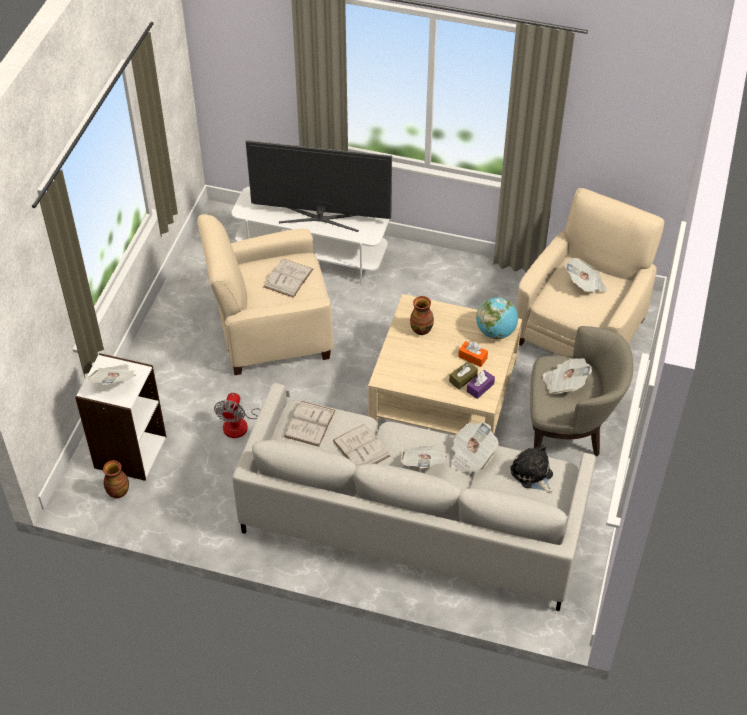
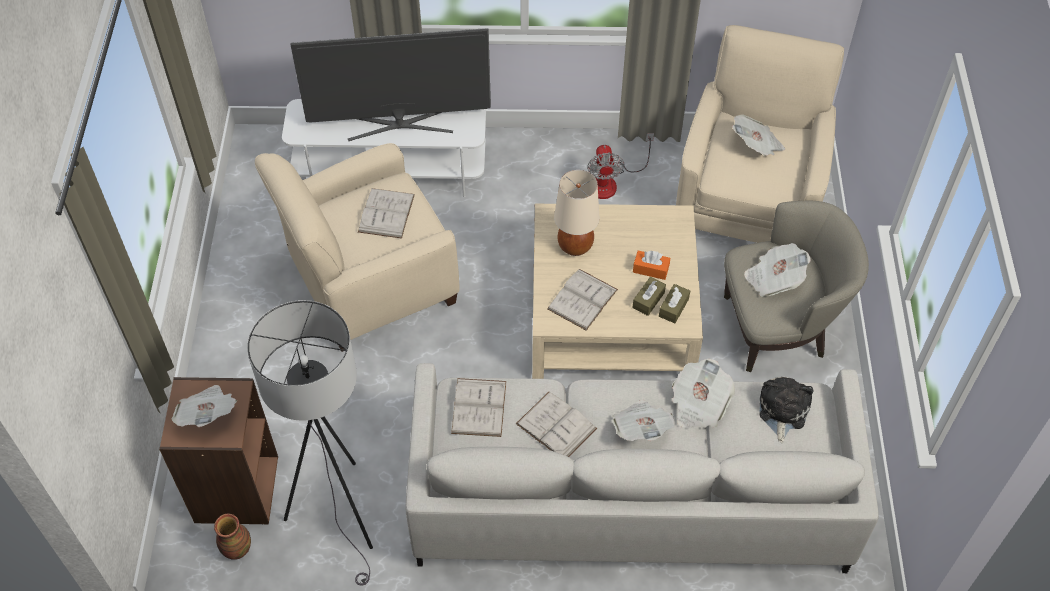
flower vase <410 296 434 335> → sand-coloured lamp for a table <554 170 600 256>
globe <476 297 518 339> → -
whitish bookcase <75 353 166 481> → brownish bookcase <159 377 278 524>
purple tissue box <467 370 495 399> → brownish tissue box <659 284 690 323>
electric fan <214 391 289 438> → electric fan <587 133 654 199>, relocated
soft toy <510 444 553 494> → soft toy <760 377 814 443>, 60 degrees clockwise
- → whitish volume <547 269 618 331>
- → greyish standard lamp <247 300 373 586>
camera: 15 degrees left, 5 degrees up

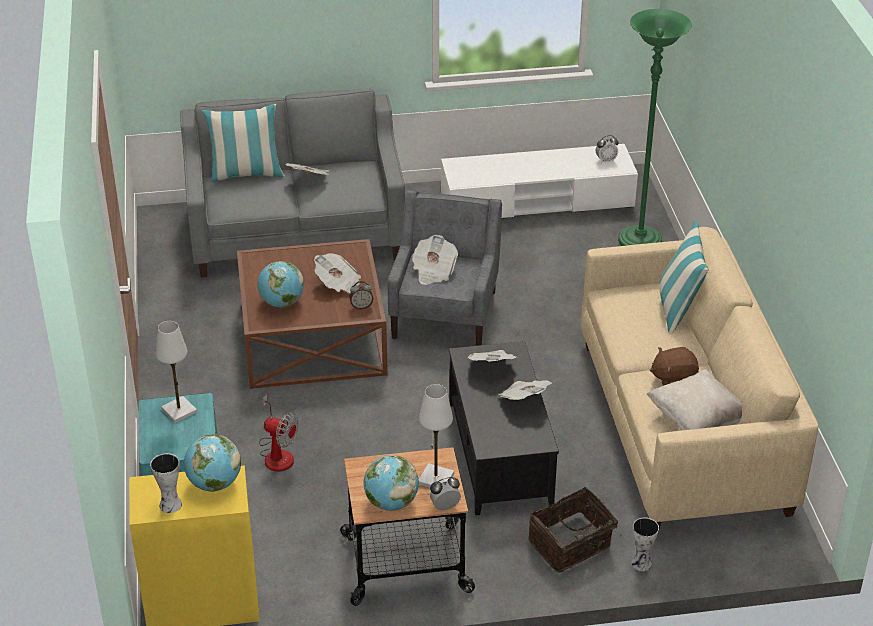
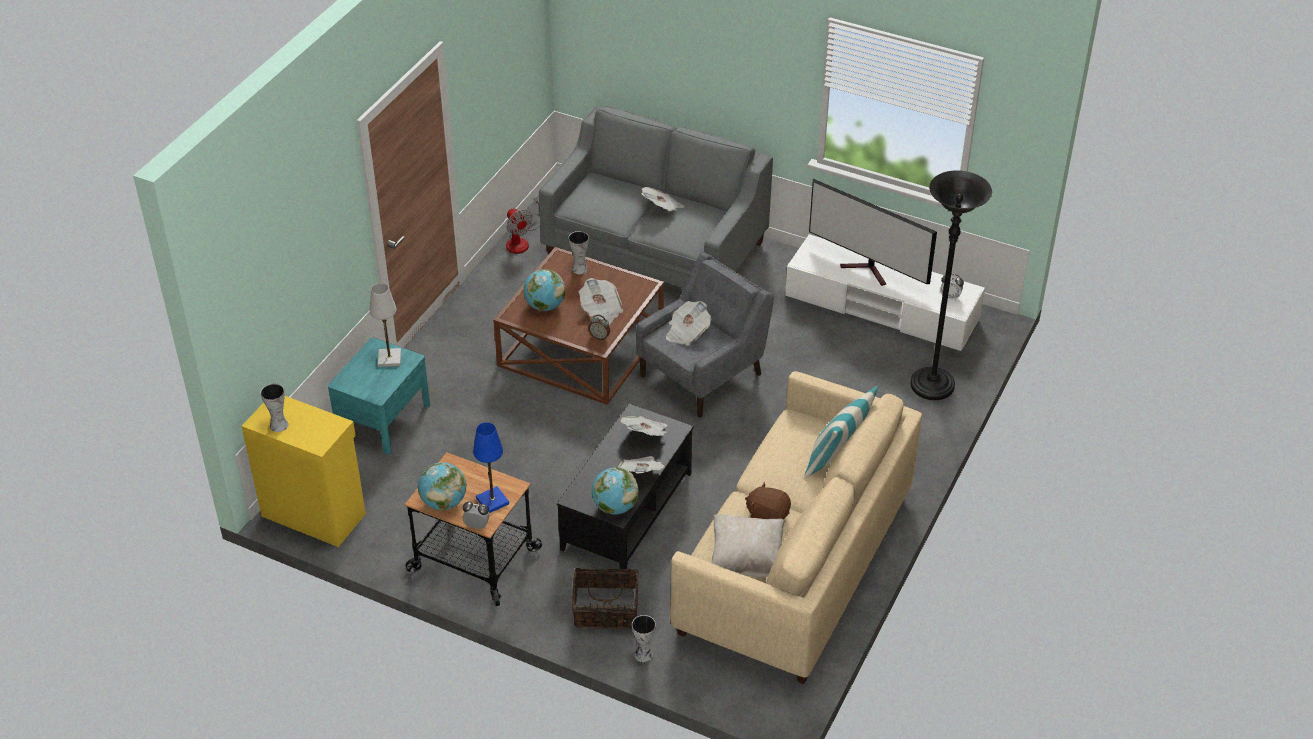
green-coloured standard lamp <618 9 692 246> → black-coloured standard lamp <910 170 992 400>
pillow <202 104 285 182> → -
whitish lamp for a table <419 384 454 488> → bluish lamp for a table <473 422 509 513>
electric fan <259 394 298 472> → electric fan <506 196 540 254>, relocated
globe <184 434 241 492> → globe <592 467 639 514>, relocated
- → TV <809 179 937 286>
- → flower vase <569 231 589 275>
camera: 35 degrees right, 5 degrees up

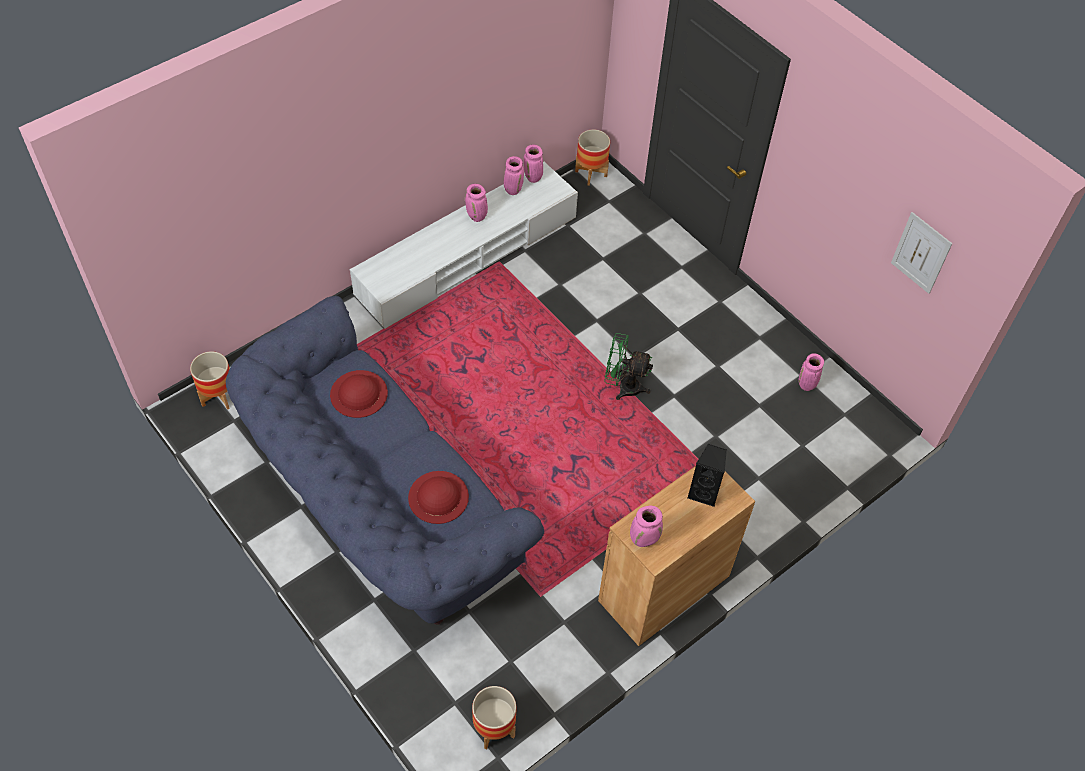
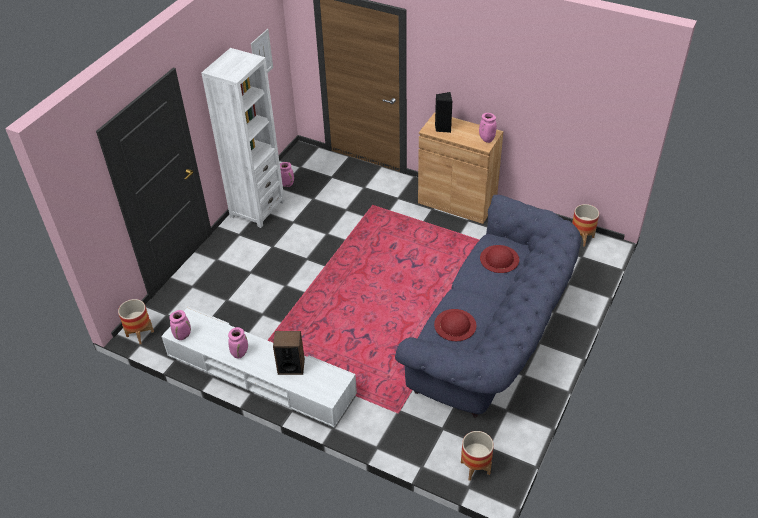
pink flower vase <504 156 524 195> → -
green-coloured electric fan <605 333 653 400> → -
- → whitish bookcase <202 48 285 228>
- → loudspeaker <273 331 305 375>
camera: 110 degrees left, 10 degrees down

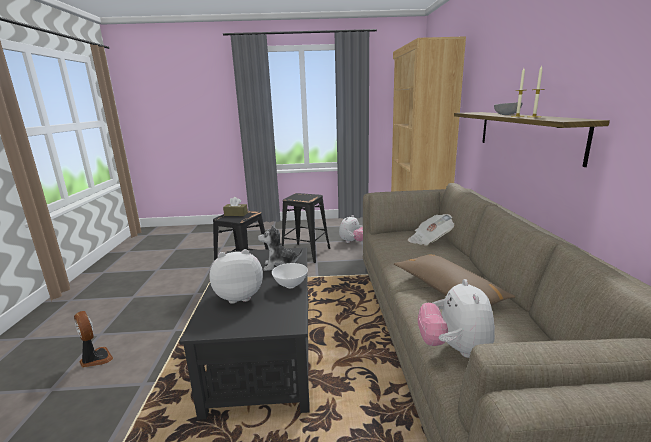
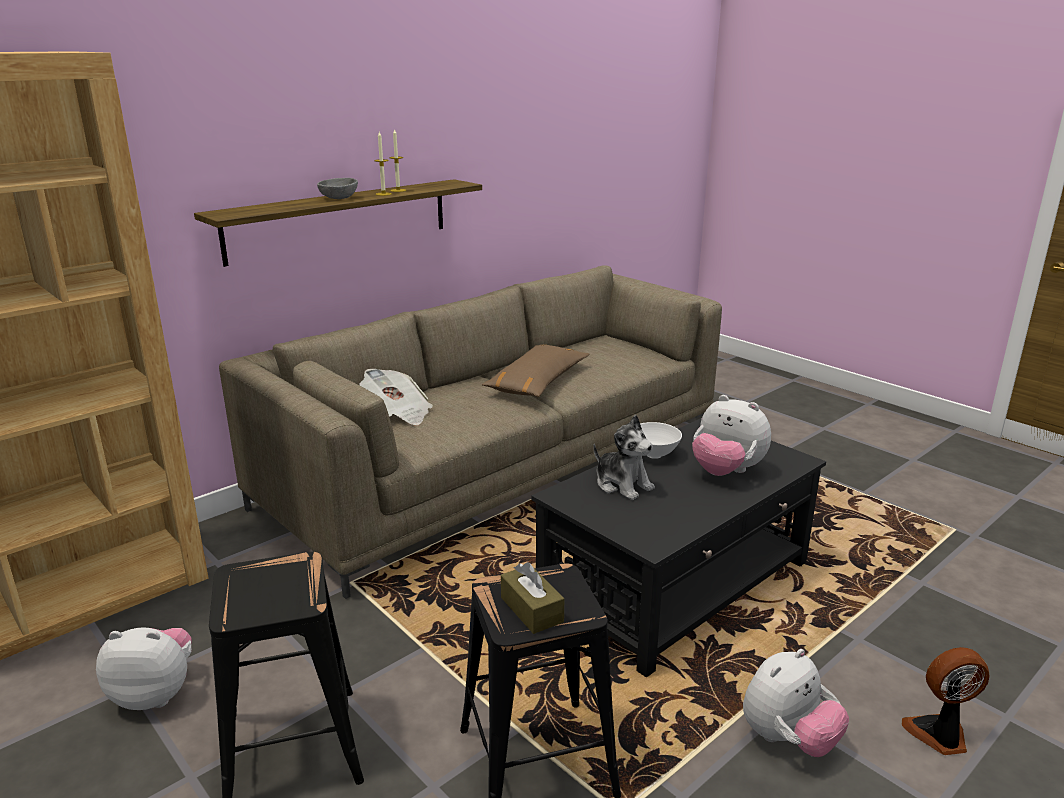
soft toy <418 279 495 358> → soft toy <743 649 849 757>, relocated
electric fan <74 311 113 368> → electric fan <902 647 989 755>, 75 degrees clockwise
camera: 130 degrees left, 5 degrees up

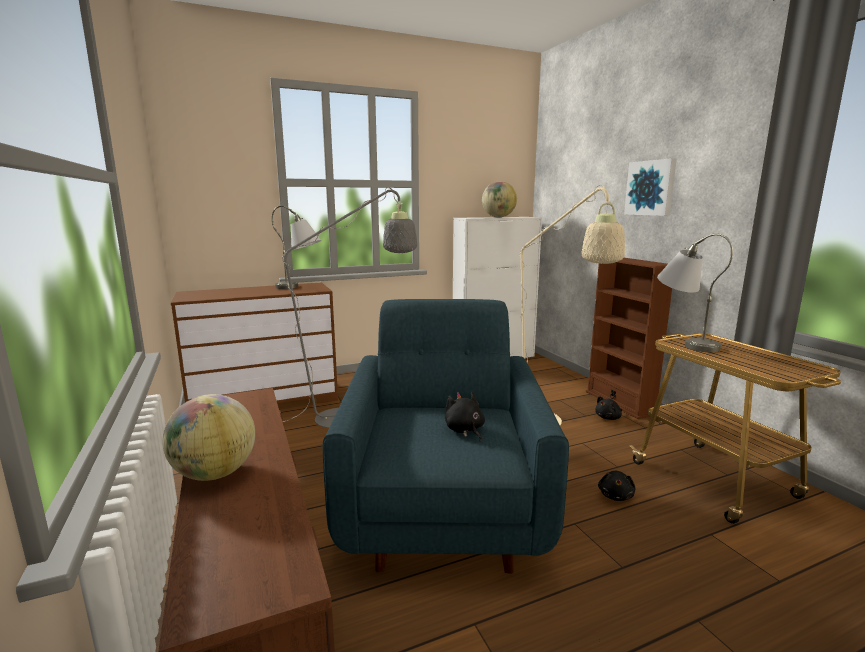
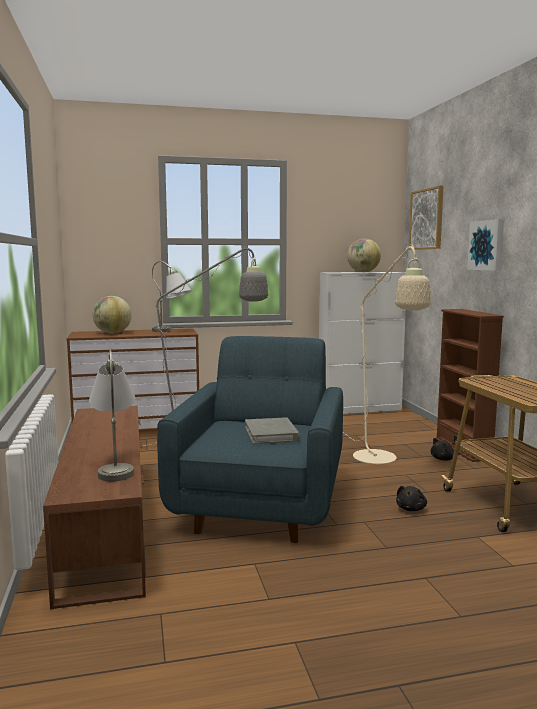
greyish lamp for a table <657 233 733 352> → greyish lamp for a table <89 350 135 482>, relocated
black-coloured soft toy <445 392 485 442> → greyish volume <245 417 300 445>
globe <162 394 255 481> → globe <92 296 132 334>, relocated
- → picture <409 185 443 250>
camera: 10 degrees right, 5 degrees down

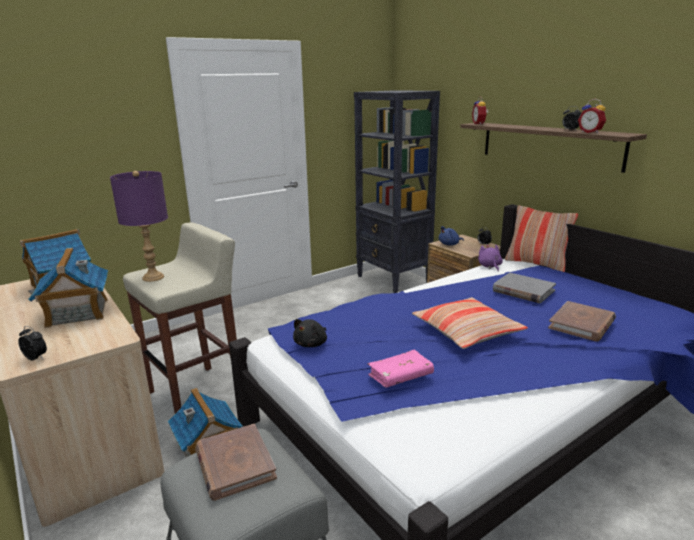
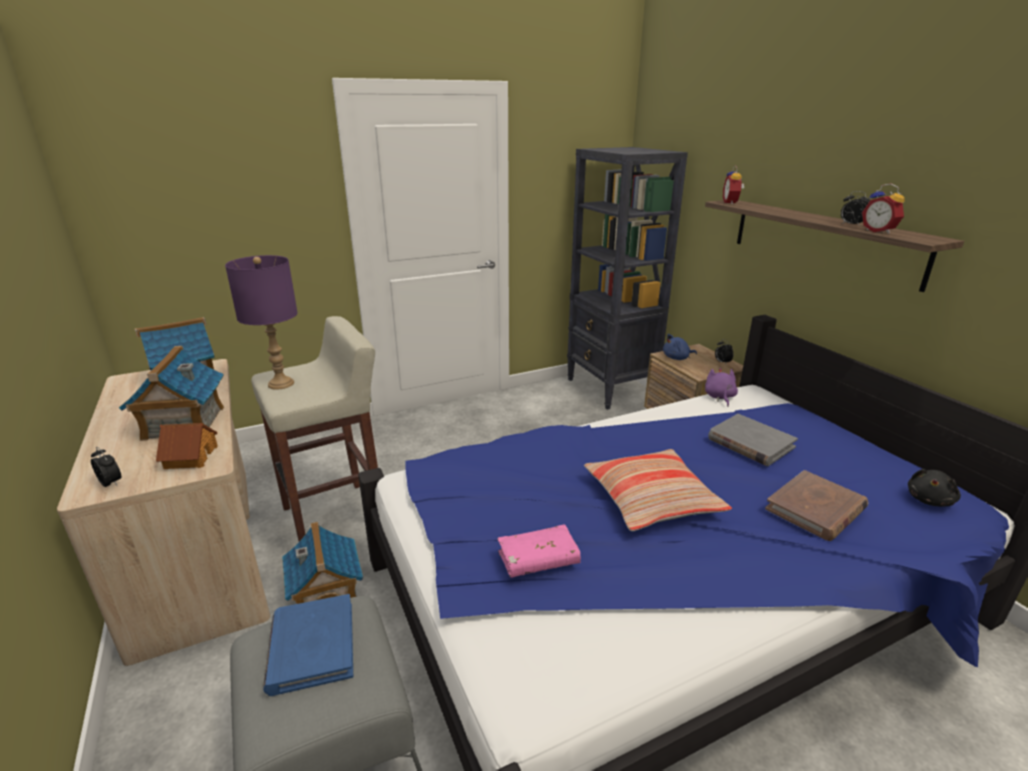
pillow <505 205 578 272> → -
black-coloured soft toy <293 319 327 347> → black-coloured soft toy <908 469 961 507>, relocated
brownish volume <195 424 277 501> → bluish volume <263 594 353 696>
- → toy house <156 423 218 469>
camera: 10 degrees right, 5 degrees up

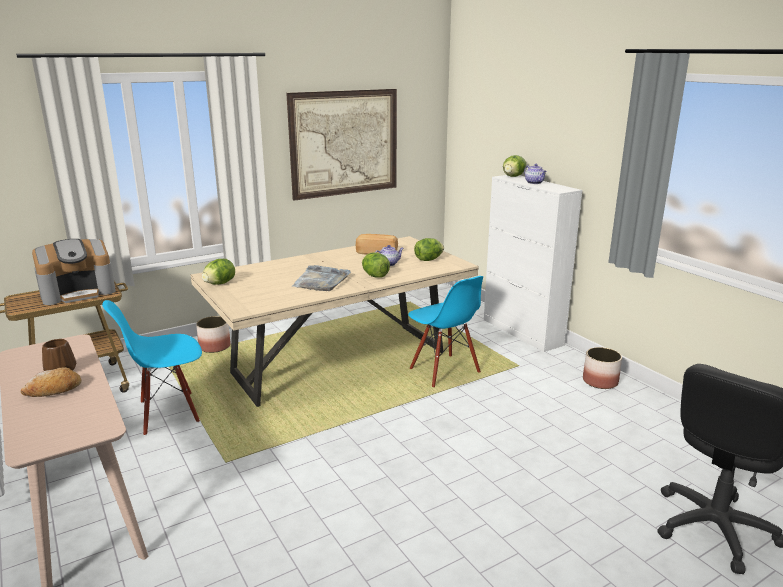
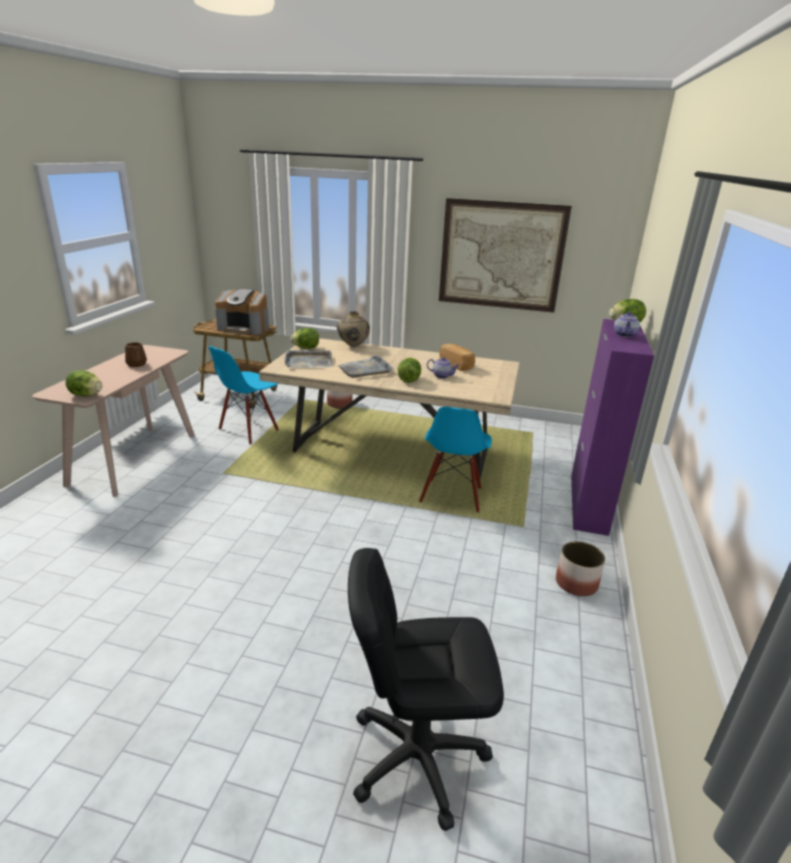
whitish cabinet <484 175 582 352> → purple cabinet <571 319 654 536>
lettuce head <414 238 444 261> → lettuce head <65 370 103 396>, relocated
bluish plain chair <102 300 202 436> → bluish plain chair <208 346 279 445>, 75 degrees counterclockwise
bread <21 367 82 397> → -
- → sand-coloured flower vase <337 311 370 347>
- → greyish serving tray <284 350 332 368>
camera: 45 degrees right, 5 degrees up

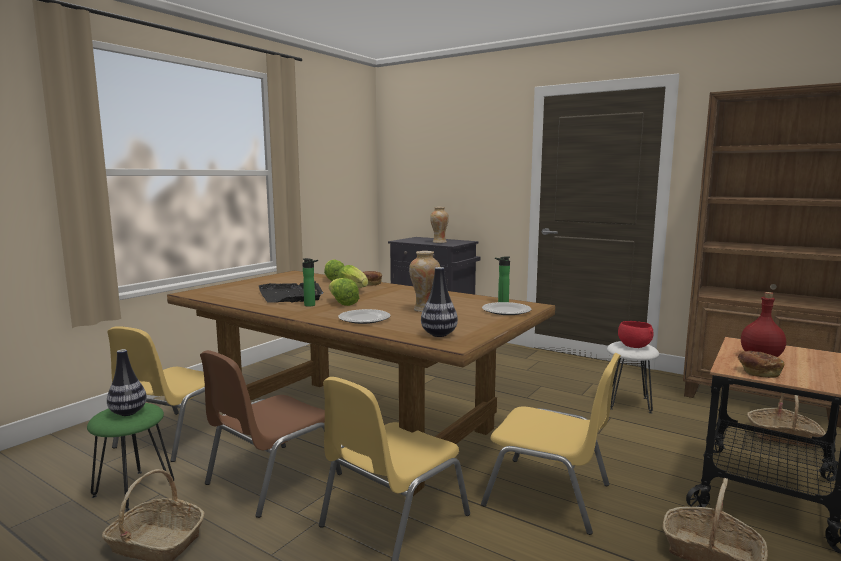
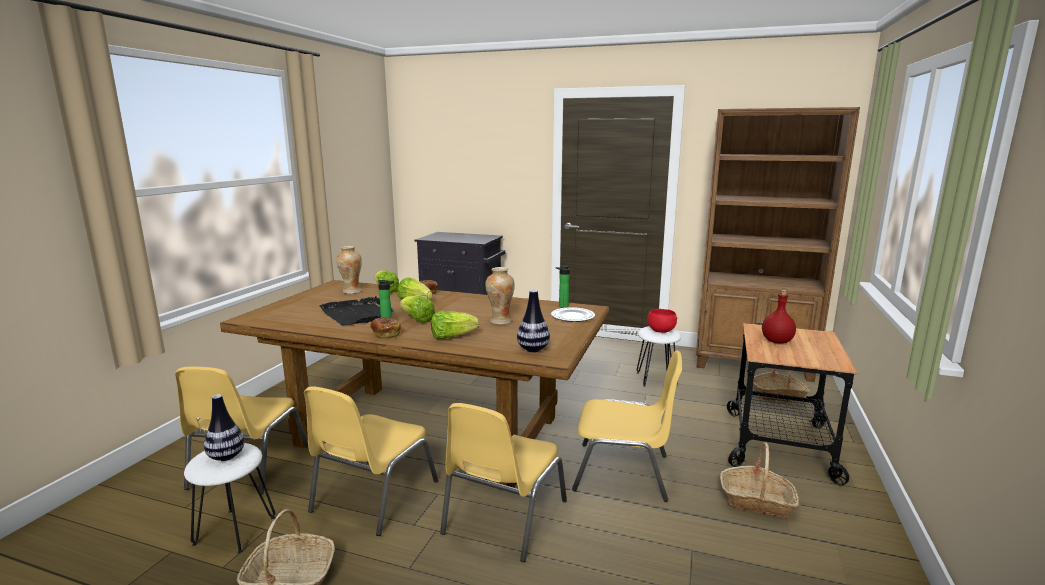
flower vase <430 207 449 243> → flower vase <336 246 362 294>, relocated
plate <338 309 391 324> → lettuce head <431 311 479 339>
brownish plain chair <200 350 342 518> → yellow-coloured plain chair <304 386 438 536>
bread <738 351 784 378> → bread <370 317 401 338>, relocated
green-coloured stool <87 403 174 512> → whitish stool <184 443 275 553>
camera: 15 degrees left, 5 degrees up

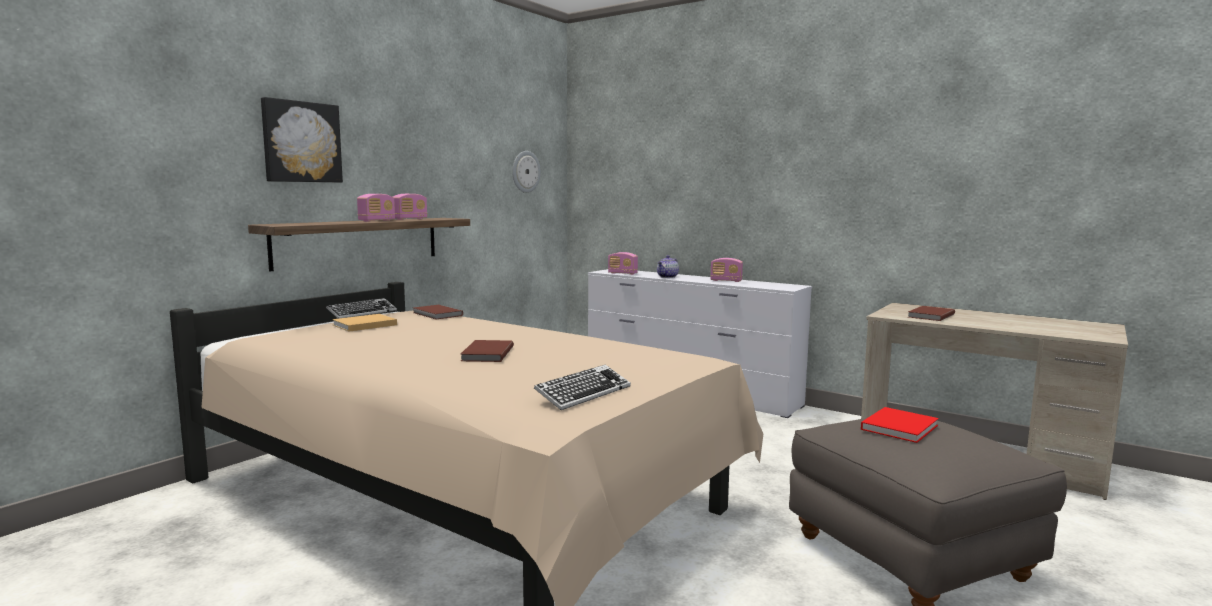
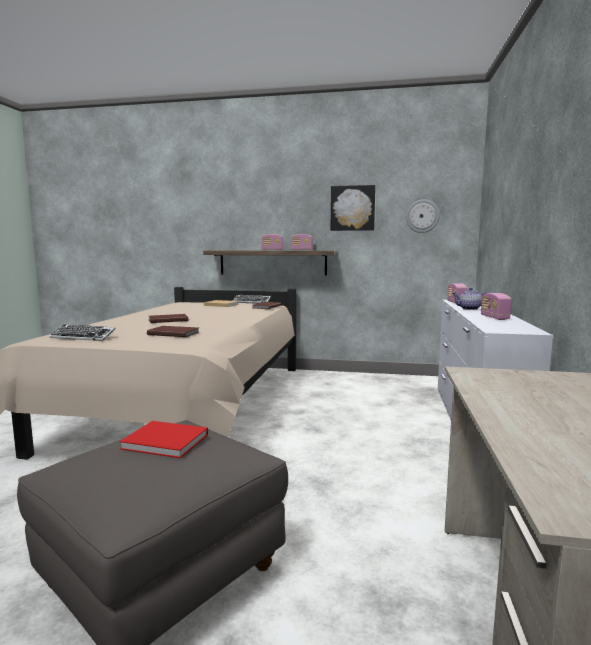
picture <261 97 343 183> → picture <331 185 375 231>, relocated
brownish volume <908 306 955 321> → brownish volume <147 326 199 337>, relocated
camera: 65 degrees right, 0 degrees up

